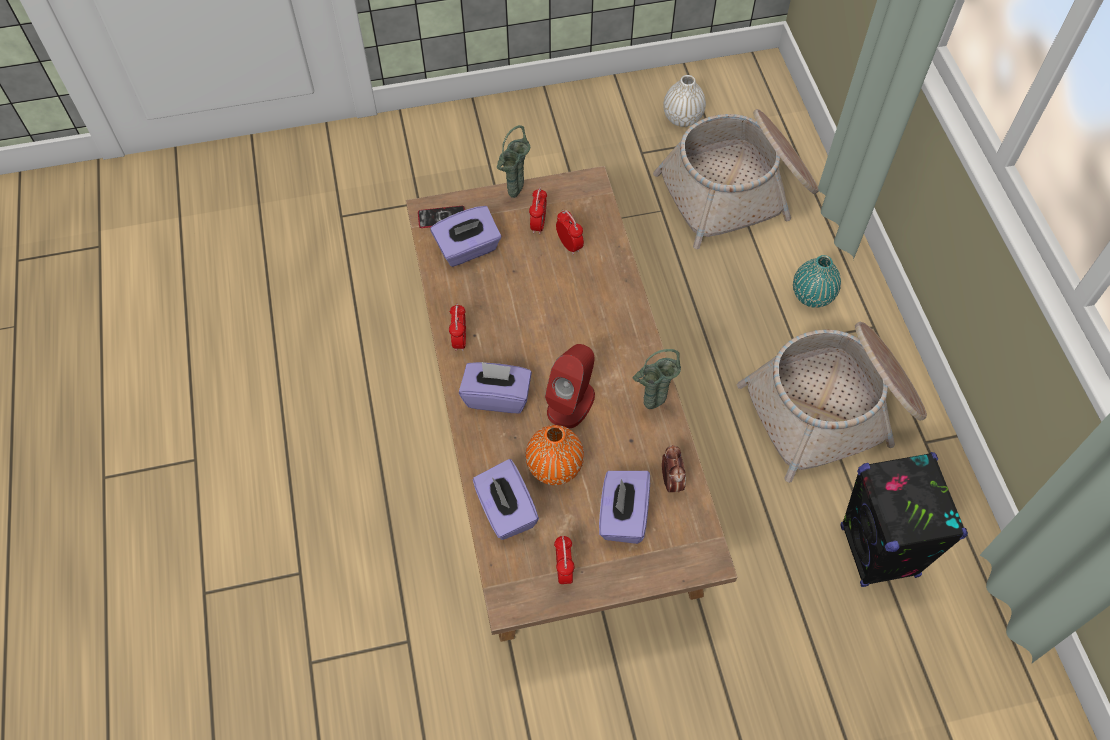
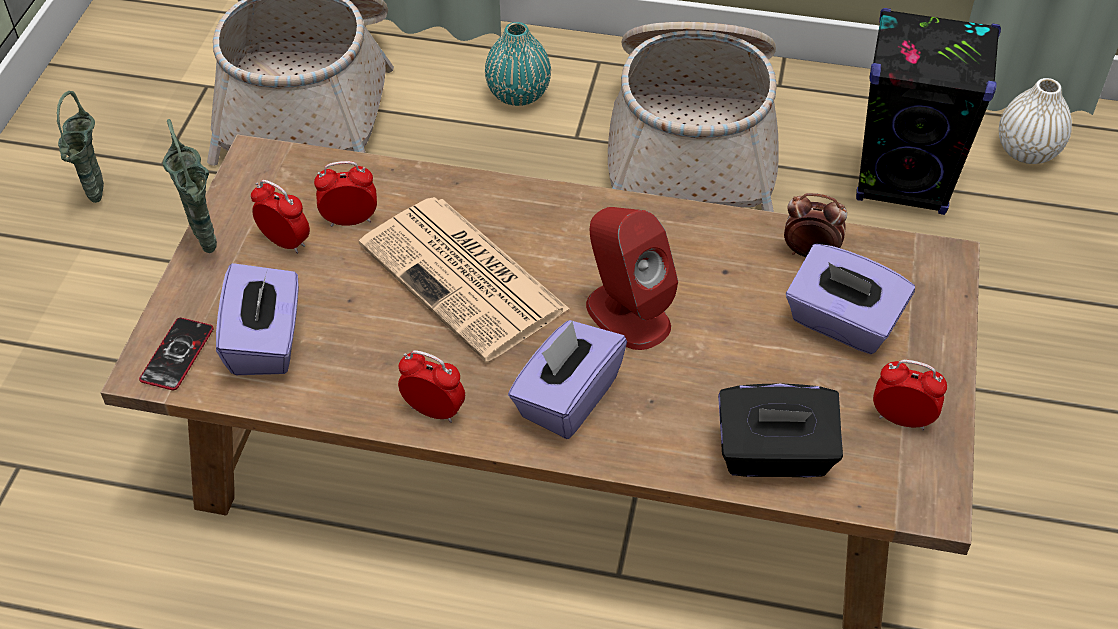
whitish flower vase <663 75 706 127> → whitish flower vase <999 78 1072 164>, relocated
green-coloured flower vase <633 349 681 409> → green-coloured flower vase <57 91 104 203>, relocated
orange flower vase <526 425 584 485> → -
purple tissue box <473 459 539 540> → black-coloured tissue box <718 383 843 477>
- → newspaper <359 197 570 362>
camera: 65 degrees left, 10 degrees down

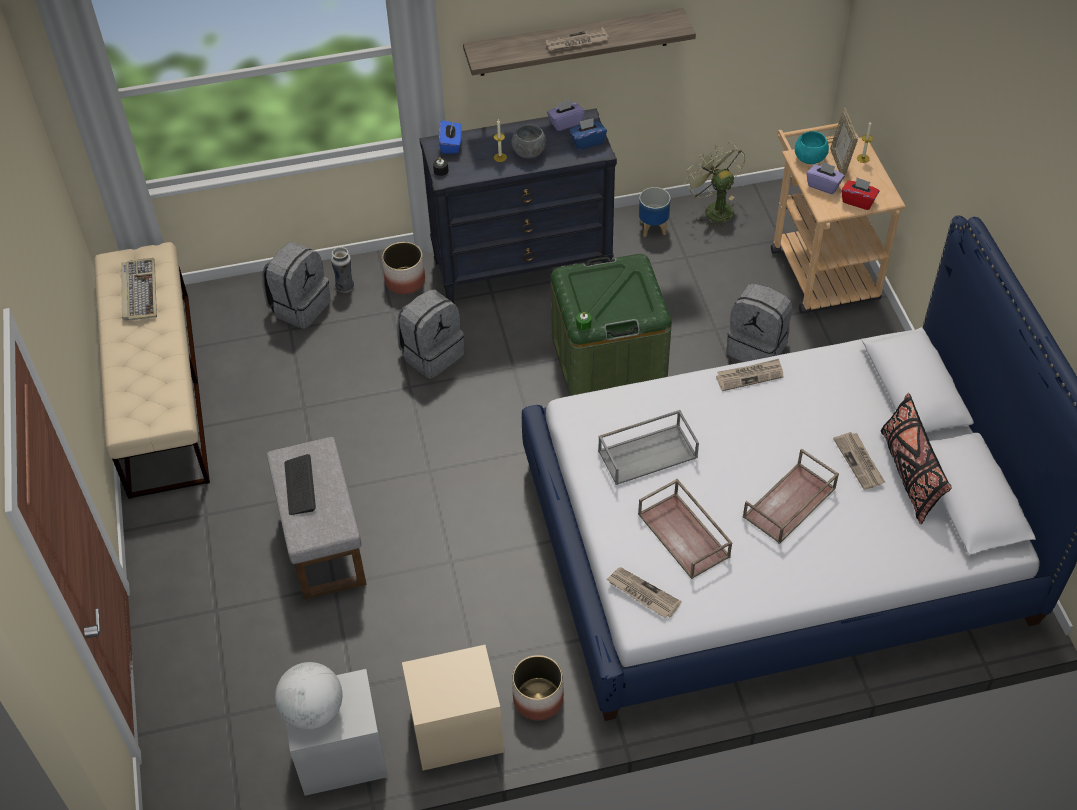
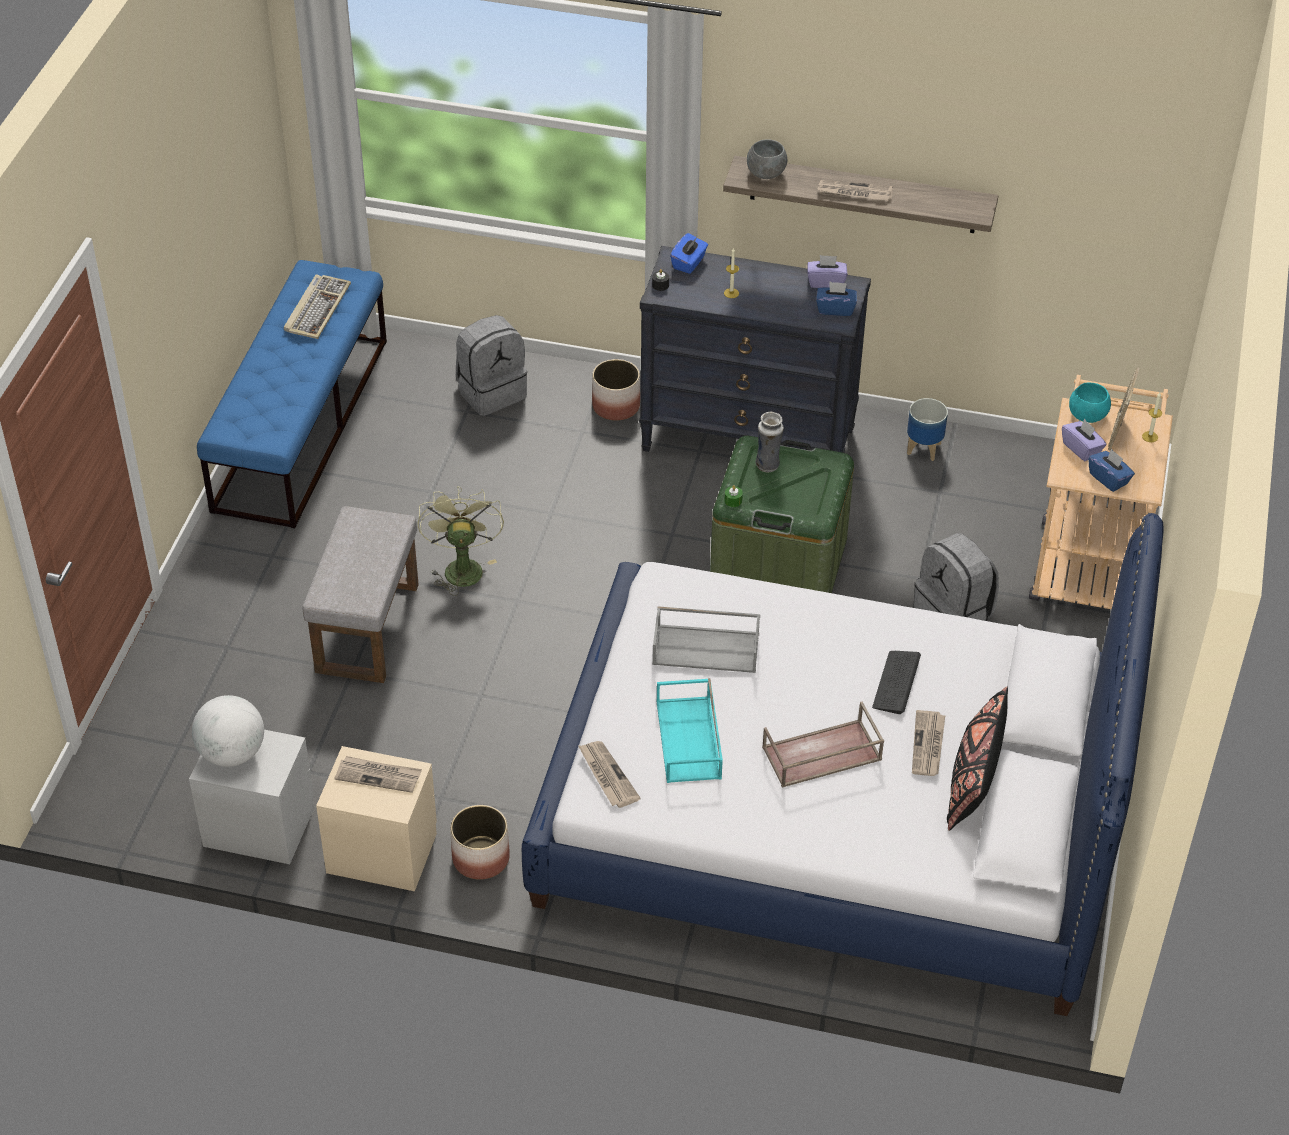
greyish serving bowl <511 124 546 158> → greyish serving bowl <747 139 787 179>, relocated
green-coloured electric fan <685 142 746 229> → green-coloured electric fan <418 486 504 596>, relocated
red-coloured tissue box <841 177 879 210> → bluish tissue box <1088 448 1135 492>
sand-coloured bench <94 242 210 499> → bluish bench <197 260 387 528>
flower vase <331 247 354 293> → flower vase <755 412 784 472>, relocated
greyish backpack <397 289 464 379> → -
newspaper <716 359 783 391> → newspaper <334 756 422 793>, relocated
keyboard <284 454 316 515> → keyboard <872 651 921 714>, relocated
brownish serving tray <638 479 732 579> → turquoise-coloured serving tray <656 678 723 783>
camera: 25 degrees right, 5 degrees down

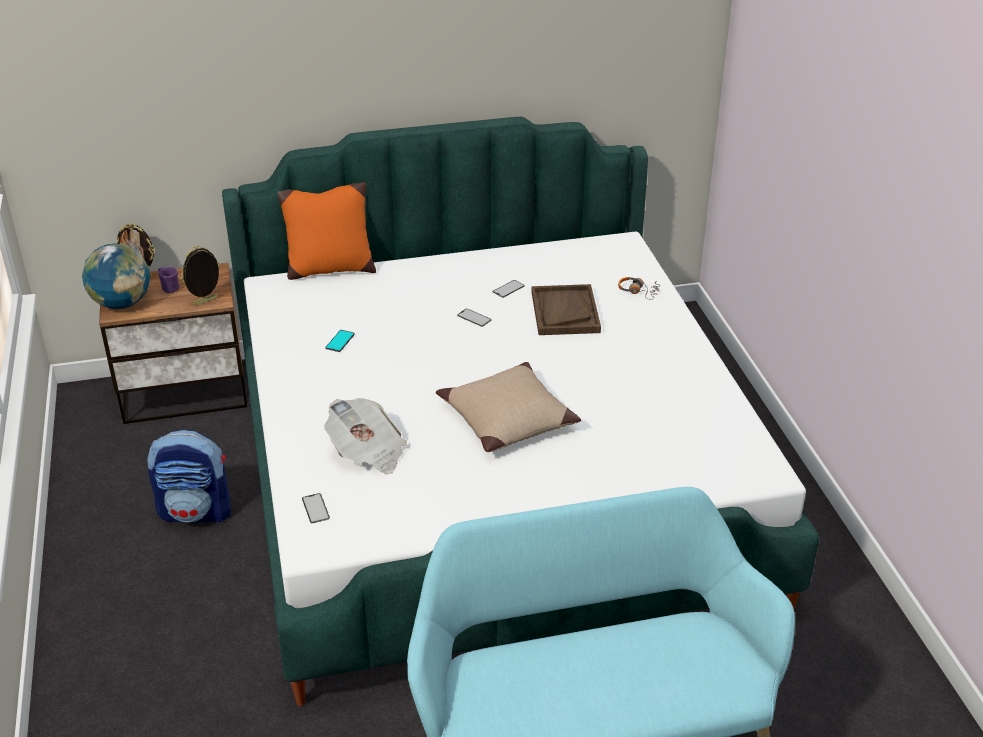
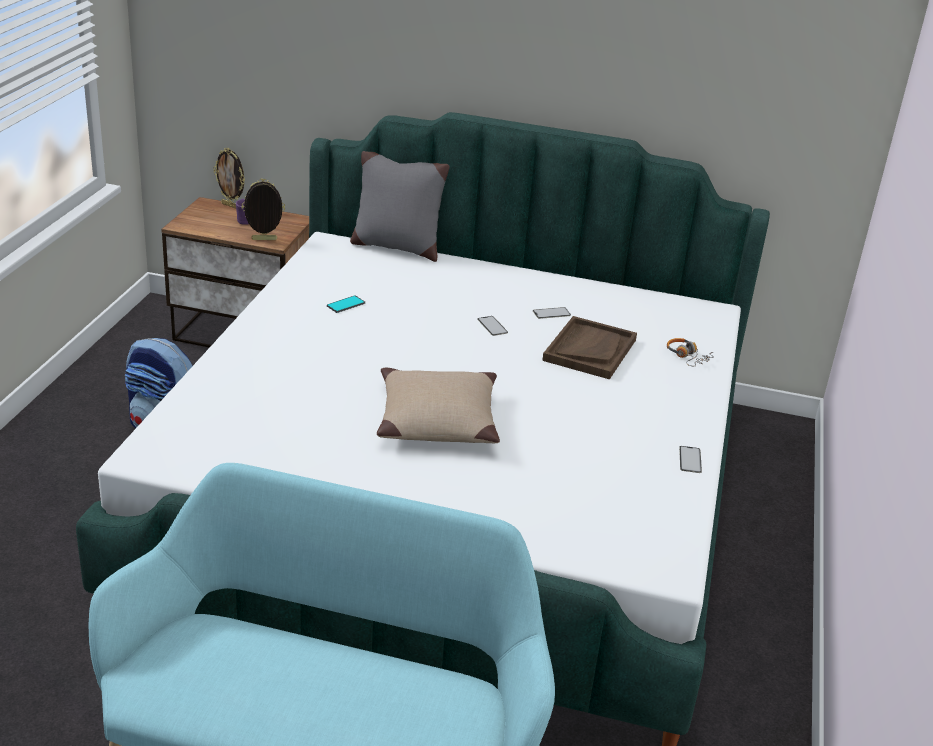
orange pillow <277 182 376 280> → greyish pillow <350 151 450 262>
globe <82 243 150 309> → -
newspaper <324 398 407 474> → -
telephone <302 493 330 523> → telephone <679 446 702 473>, relocated
camera: 25 degrees right, 5 degrees down

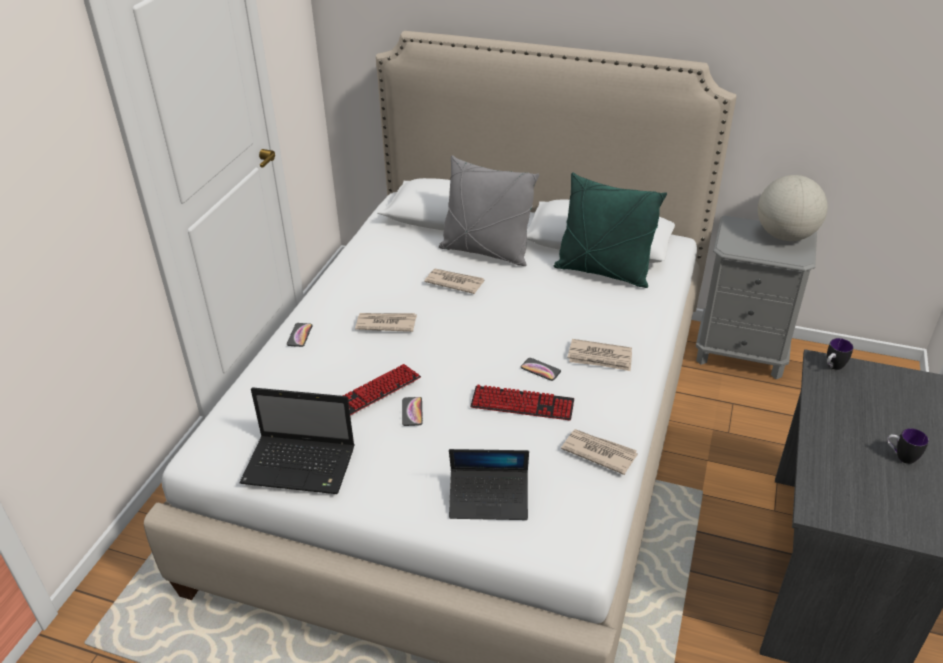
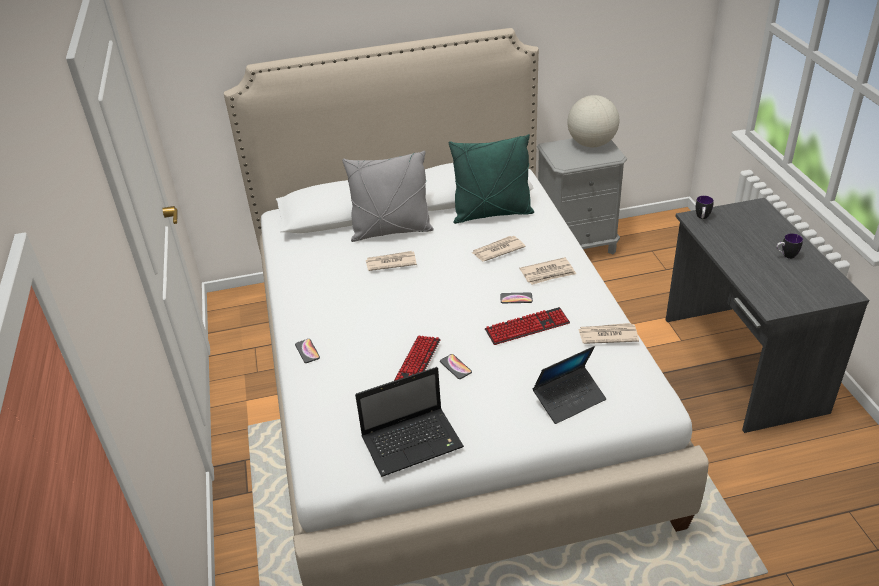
newspaper <355 313 417 332> → newspaper <472 236 526 262>, relocated
camera: 30 degrees left, 0 degrees up

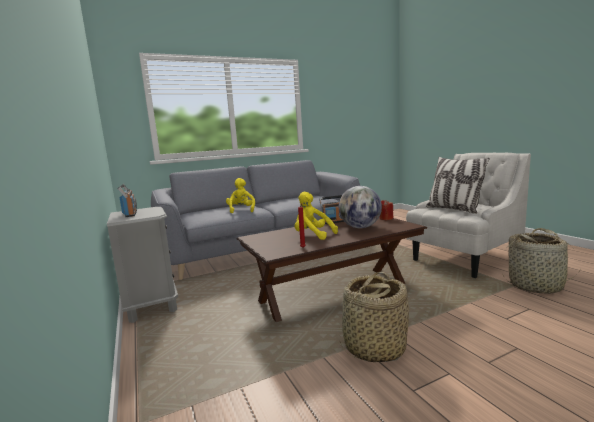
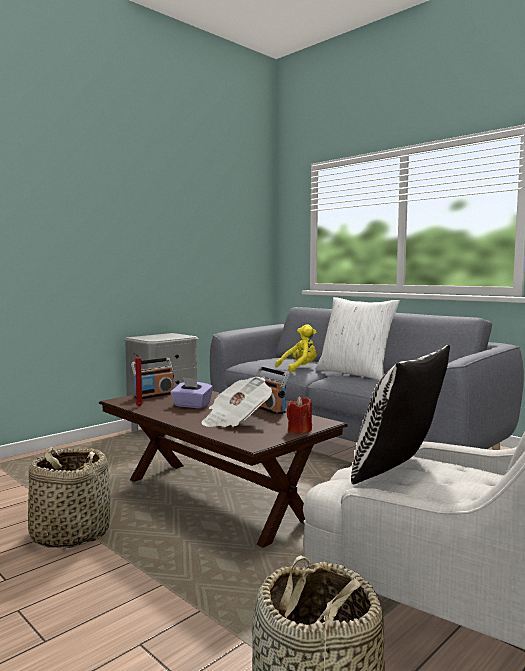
radio set <118 184 137 217> → radio set <131 358 174 399>, relocated
globe <339 186 382 228> → newspaper <201 377 272 427>
yellow-coloured soft toy <295 192 338 240> → purple tissue box <171 377 213 408>
- → whitish pillow <316 297 400 380>
camera: 70 degrees right, 5 degrees down

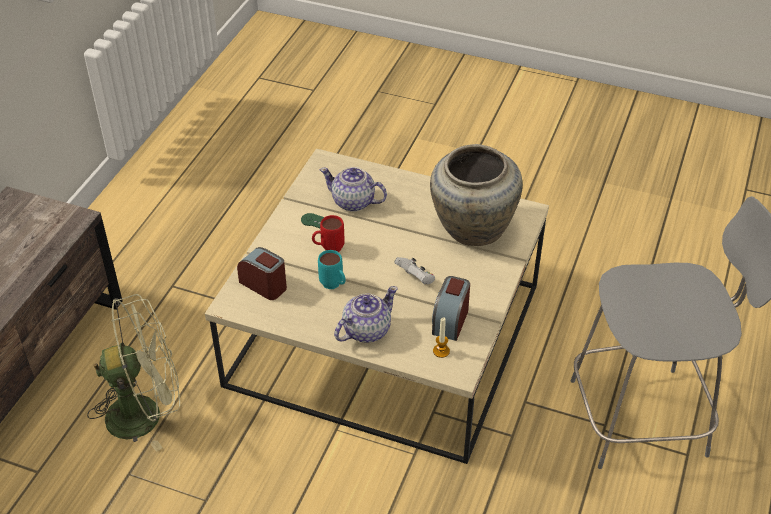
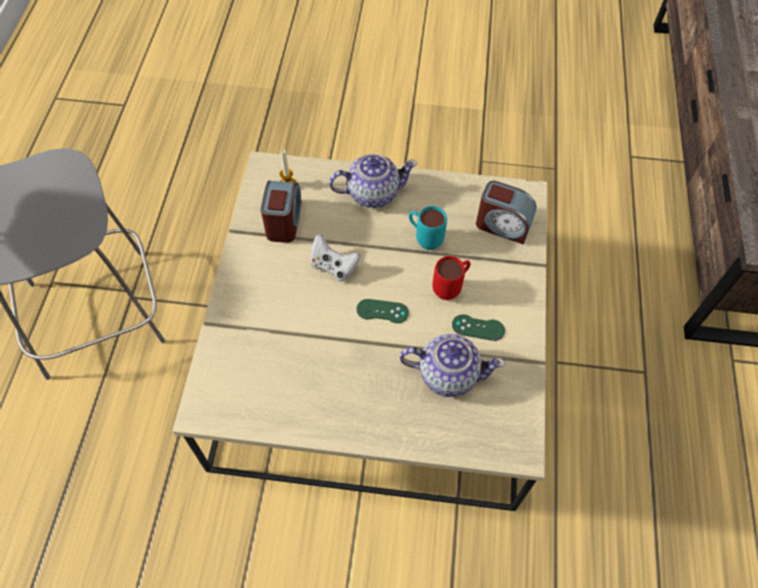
sand-coloured flower vase <430 144 523 246> → -
pot for tea <334 286 398 343> → pot for tea <329 154 418 208>, 135 degrees counterclockwise
green-coloured electric fan <87 294 180 452> → -
- → green-coloured game controller <357 299 409 323>
camera: 165 degrees right, 15 degrees up

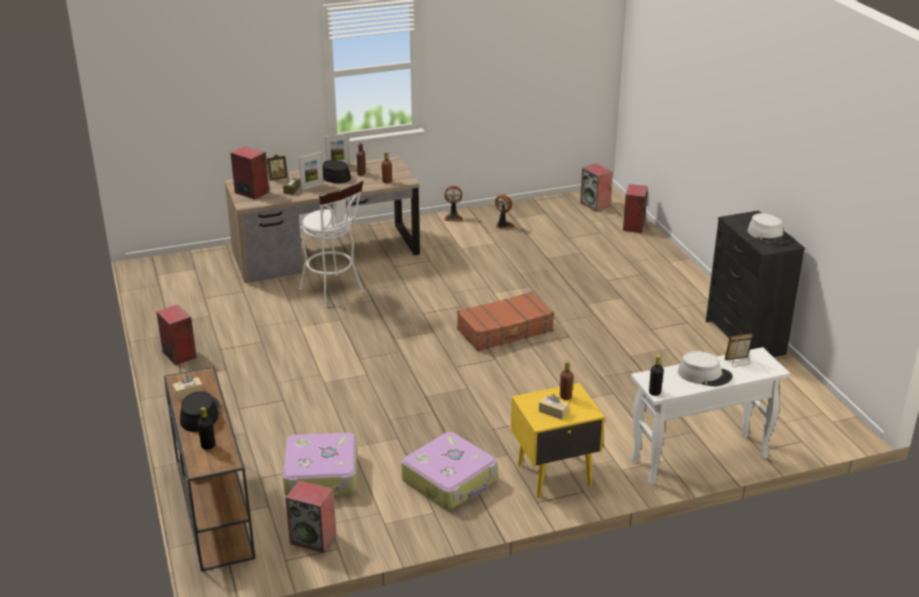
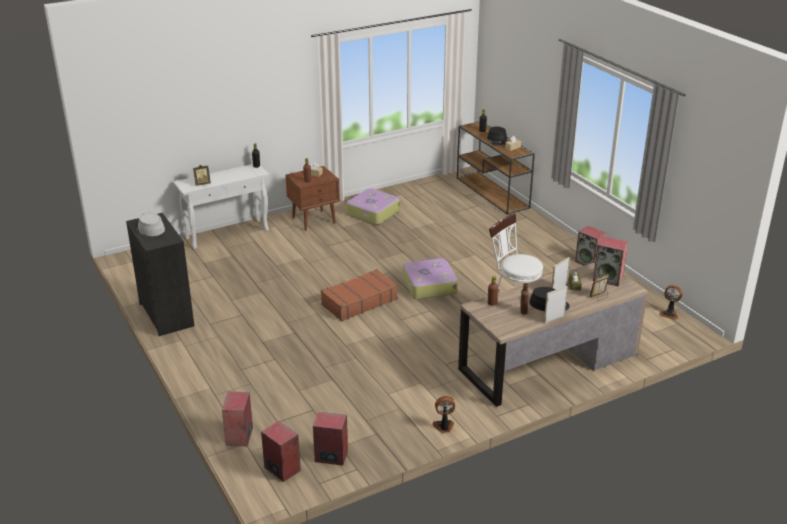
electric fan <495 194 515 229> → electric fan <659 285 682 320>, relocated
greyish clothing hat <678 351 733 386> → -
yellow-coloured night table <511 383 605 498> → brownish night table <285 166 340 231>
suitcase <283 433 357 496> → suitcase <403 258 458 299>, relocated
loudspeaker <285 480 336 553> → loudspeaker <313 412 348 466>, relocated
camera: 170 degrees right, 0 degrees up

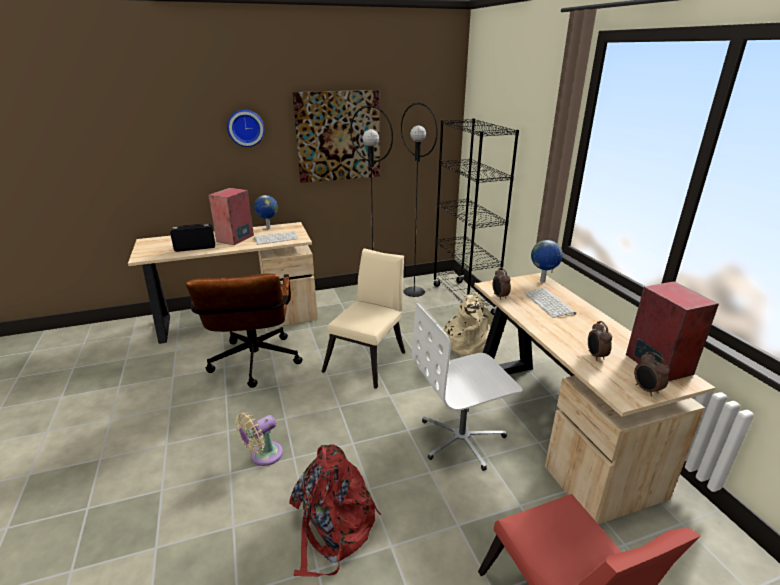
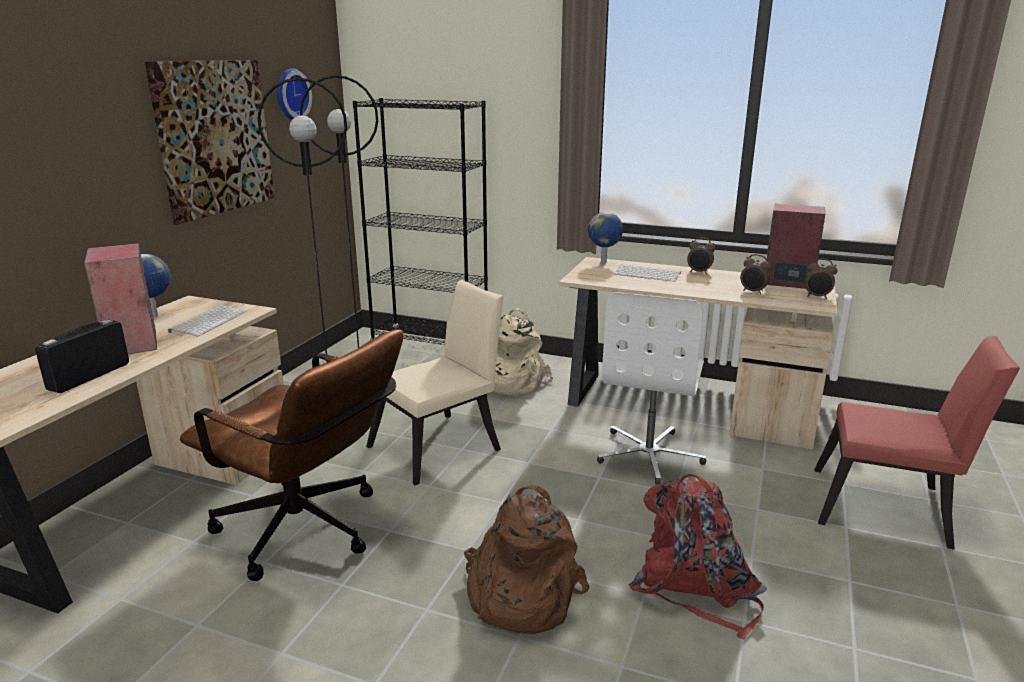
wall clock <227 110 265 147> → wall clock <277 68 312 120>, relocated
sand-coloured plain chair <322 248 405 389> → sand-coloured plain chair <366 280 504 485>, 75 degrees clockwise
alarm clock <493 267 511 300> → alarm clock <687 237 715 274>, relocated
sand-coloured electric fan <235 412 283 466> → brownish backpack <464 485 589 634>
camera: 50 degrees left, 5 degrees down

